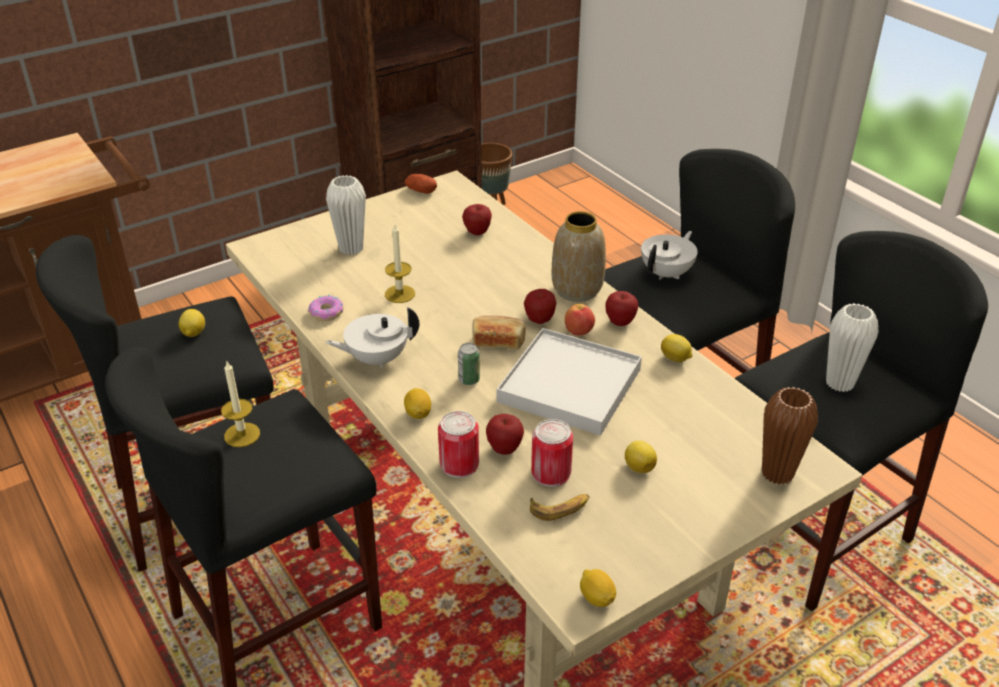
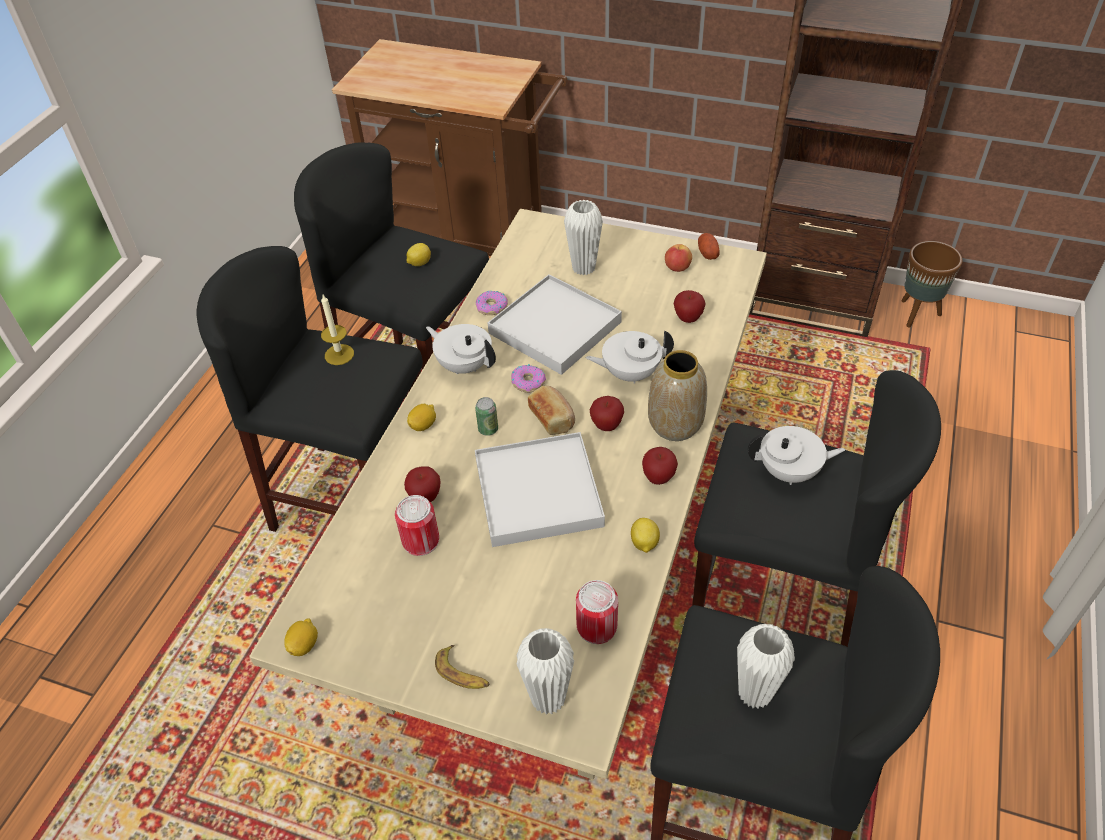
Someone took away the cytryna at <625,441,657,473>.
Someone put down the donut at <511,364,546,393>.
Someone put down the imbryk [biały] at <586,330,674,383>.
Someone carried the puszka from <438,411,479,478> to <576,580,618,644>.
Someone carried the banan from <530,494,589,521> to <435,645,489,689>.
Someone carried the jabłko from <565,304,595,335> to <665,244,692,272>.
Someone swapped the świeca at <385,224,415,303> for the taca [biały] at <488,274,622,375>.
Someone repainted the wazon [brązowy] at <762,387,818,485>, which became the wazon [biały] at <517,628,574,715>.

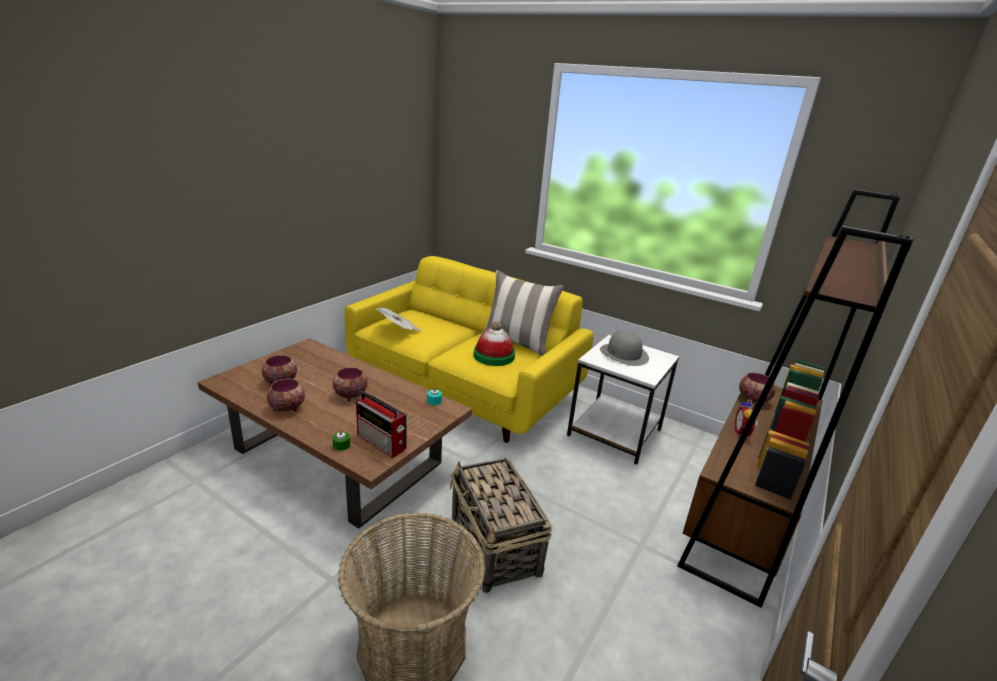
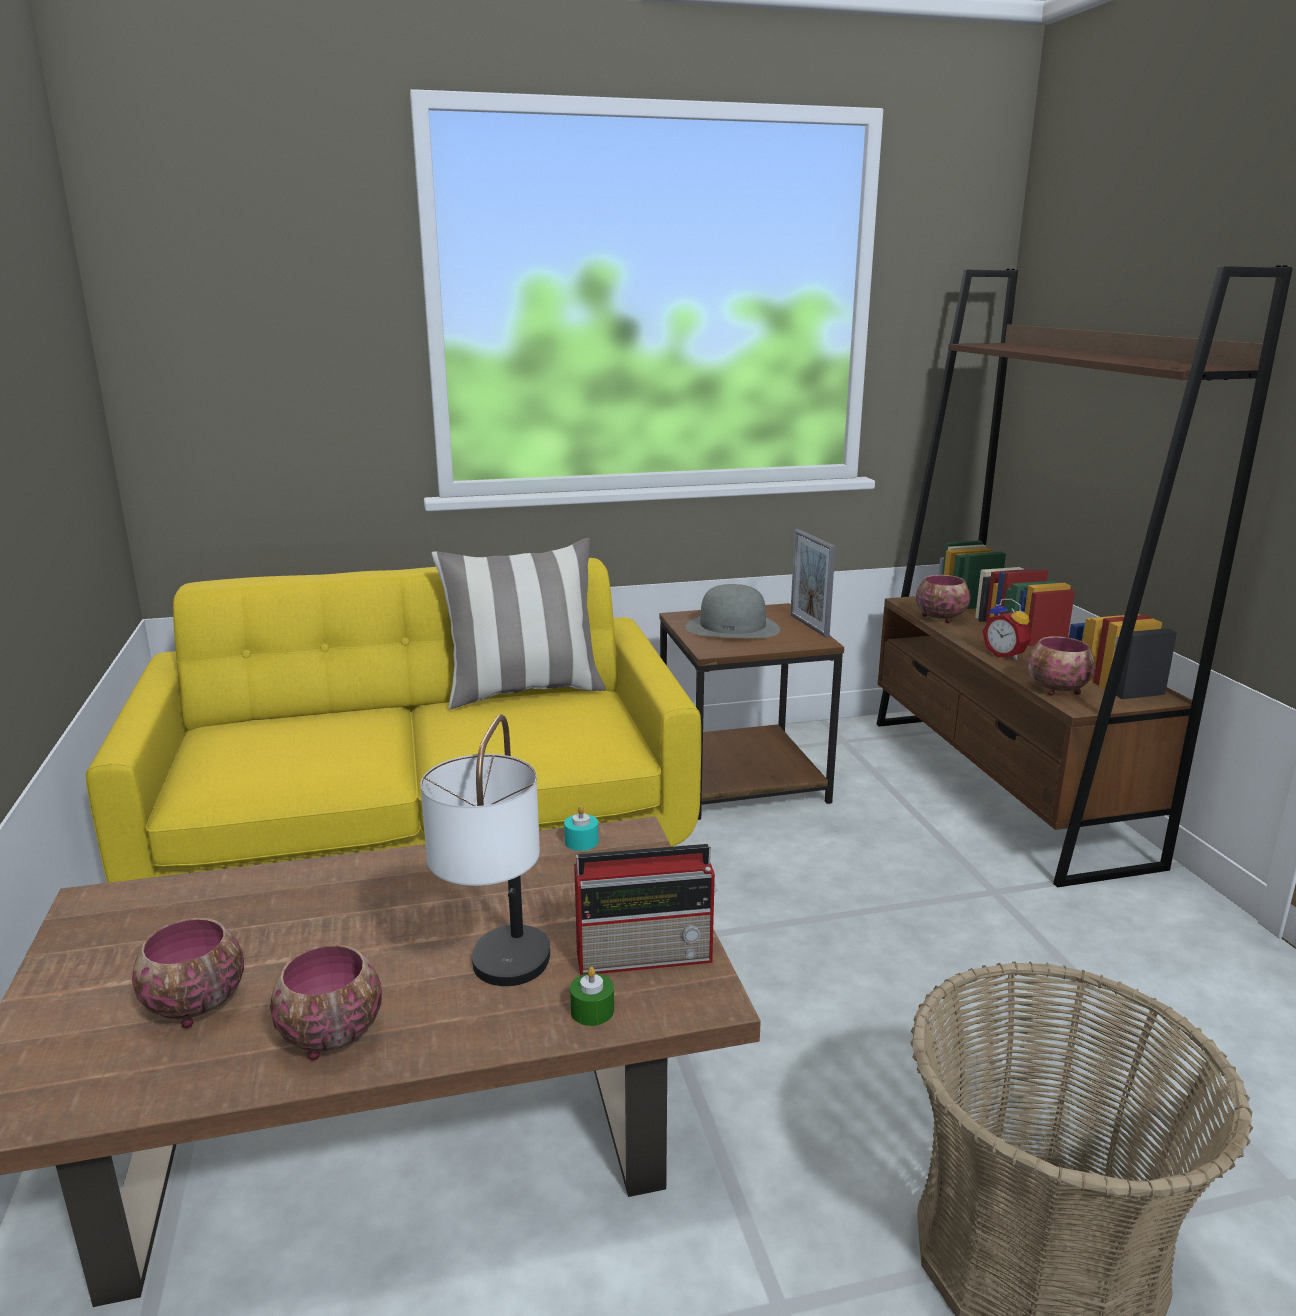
Someone took away the gazeta at <376,308,422,331>.
Someone took away the koszyk at <450,458,552,593>.
Someone took away the kapelusz at <474,322,515,366>.
Someone put down the lampa stołowa at <420,715,550,986>.
Someone put down the ramka na zdjęcie at <790,529,835,638>.
Someone carried the miska from <333,367,367,401> to <1027,636,1095,695>.
Someone repainted the stolik [biały] at <567,335,679,465>, which became the stolik [brązowy] at <660,603,844,820>.

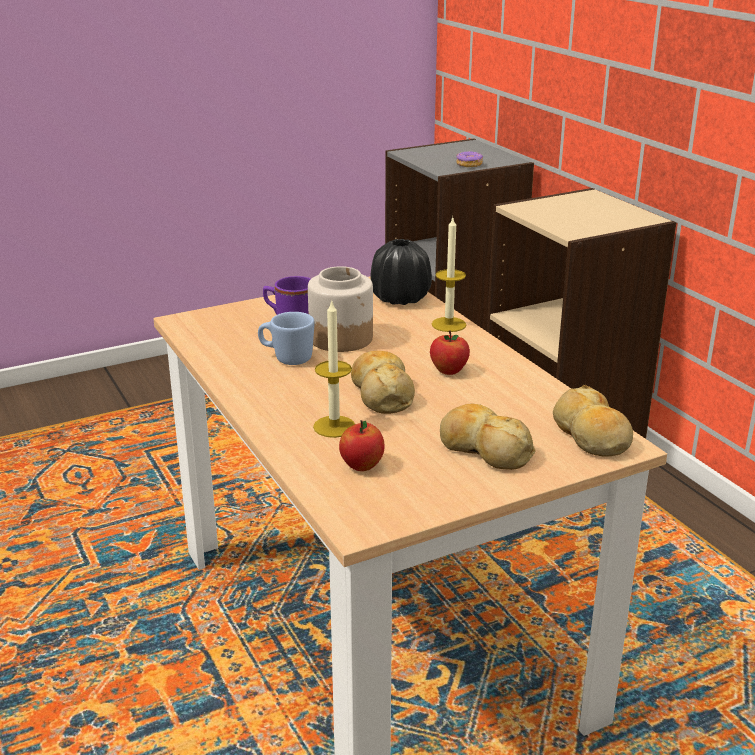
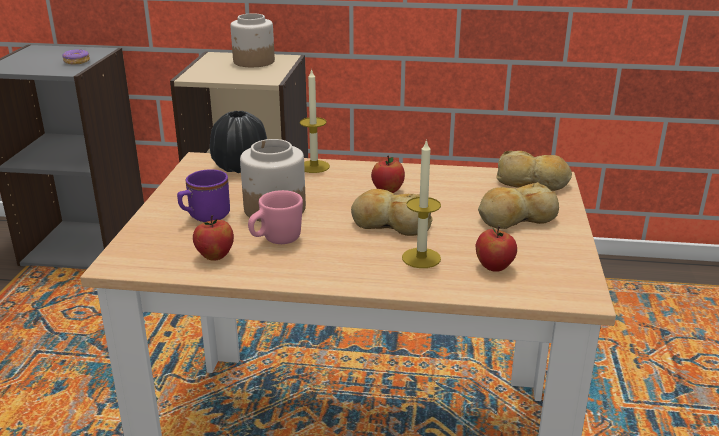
Someone put down the jabłko at <193,215,234,261>.
Someone put down the słoik at <230,14,275,67>.
Someone repainted the kubek [niebieski] at <258,312,315,365>, which became the kubek [różowy] at <248,190,303,244>.

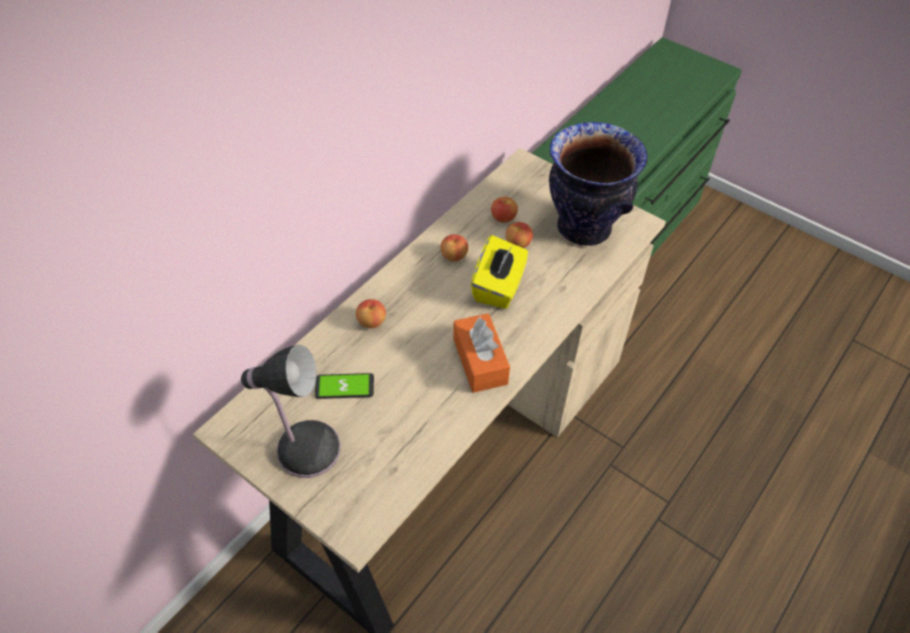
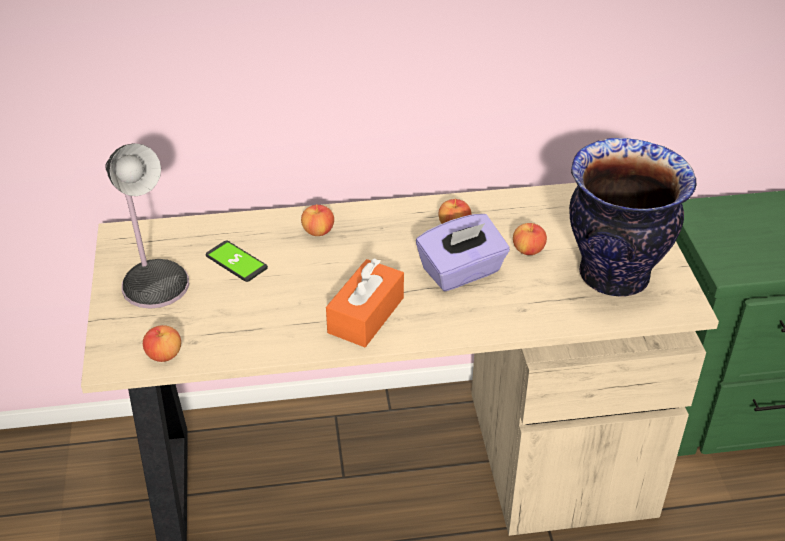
Someone carried the jabłko from <491,197,518,223> to <143,325,181,362>.
Someone repainted the pudełko chusteczek [żółty] at <471,235,528,309>, which became the pudełko chusteczek [fioletowy] at <416,214,510,291>.

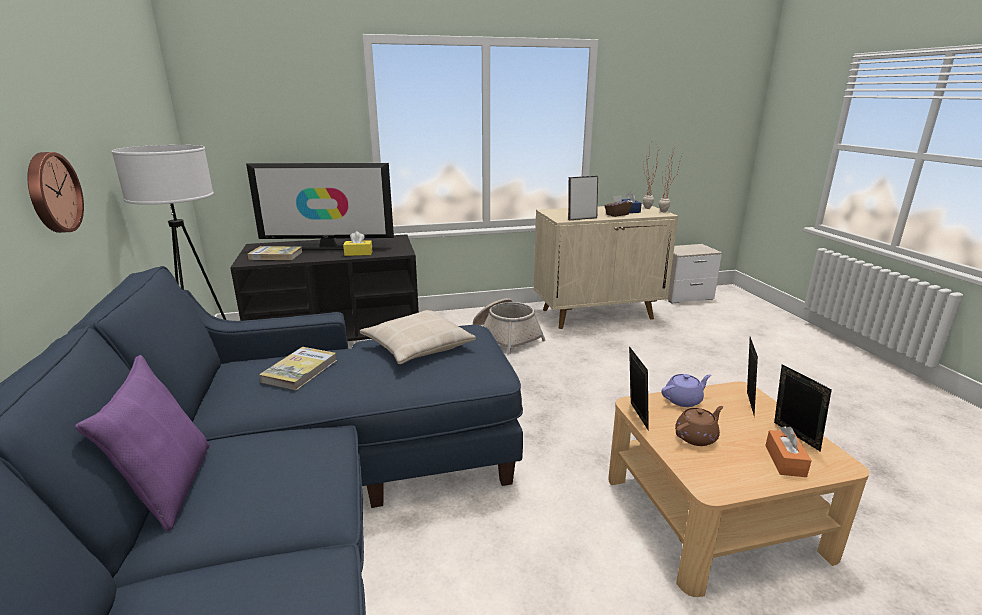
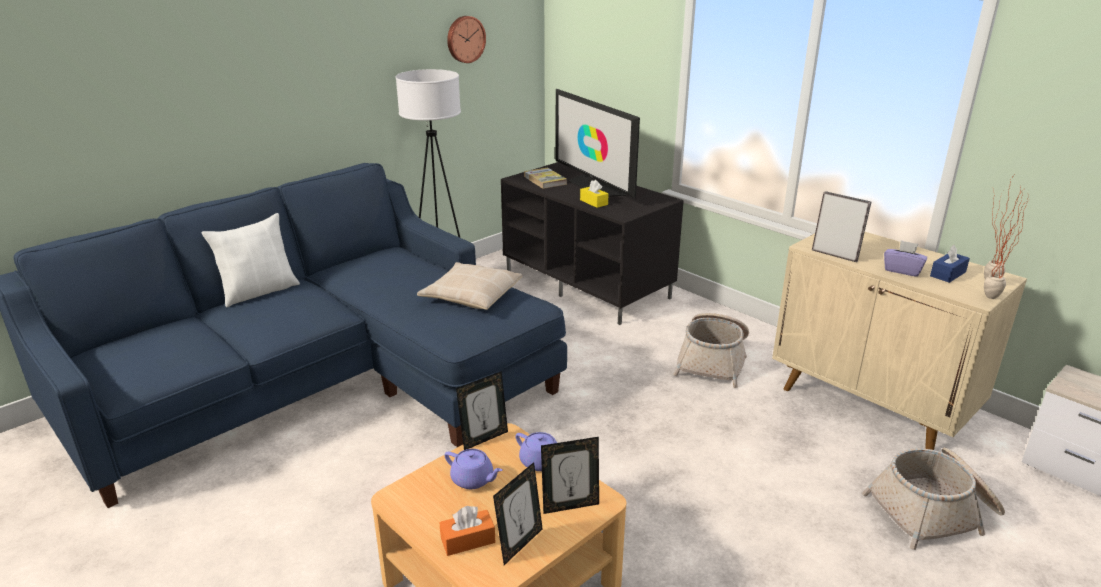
Someone took away the książka at <259,347,337,390>.
Someone put down the koszyk at <862,447,1005,550>.
Someone carried the zegar ścienny from <27,152,84,233> to <447,16,486,63>.
Someone repainted the poduszka [fioletowy] at <75,355,210,531>, which became the poduszka [biały] at <202,213,300,307>.
Someone repainted the pudełko chusteczek [brązowy] at <604,195,632,217>, which became the pudełko chusteczek [fioletowy] at <884,240,927,277>.
Someone repainted the imbryk [brązowy] at <675,406,723,446>, which became the imbryk [fioletowy] at <444,449,503,489>.

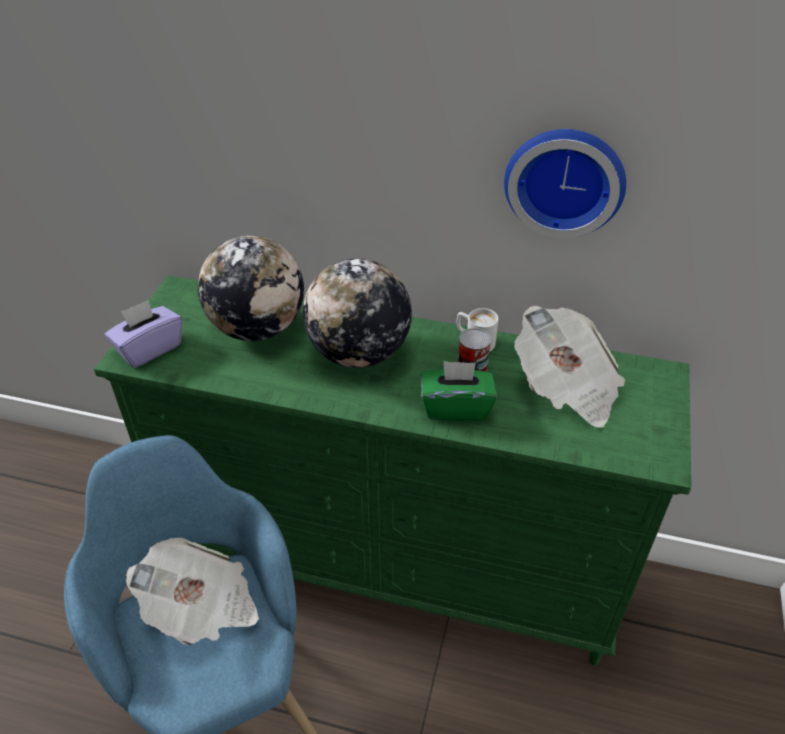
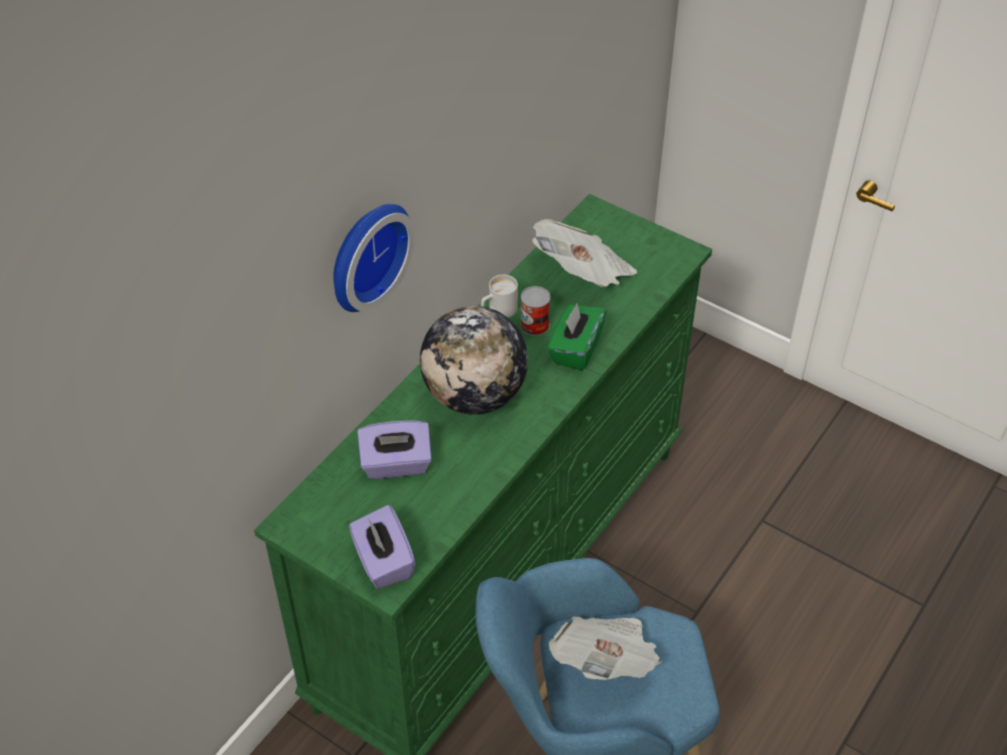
Someone carried the zegar ścienny from <504,129,626,238> to <333,204,415,312>.
Someone swapped the globus at <198,235,304,341> for the pudełko chusteczek [fioletowy] at <357,421,432,479>.

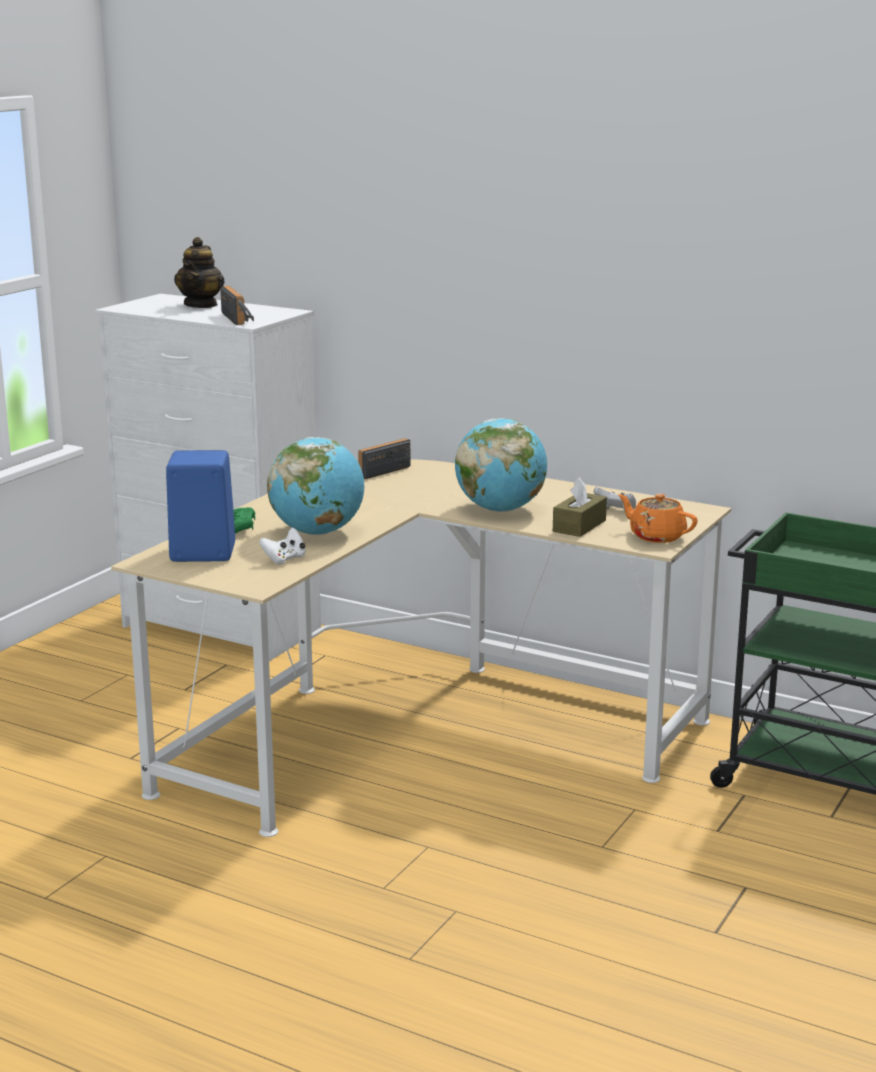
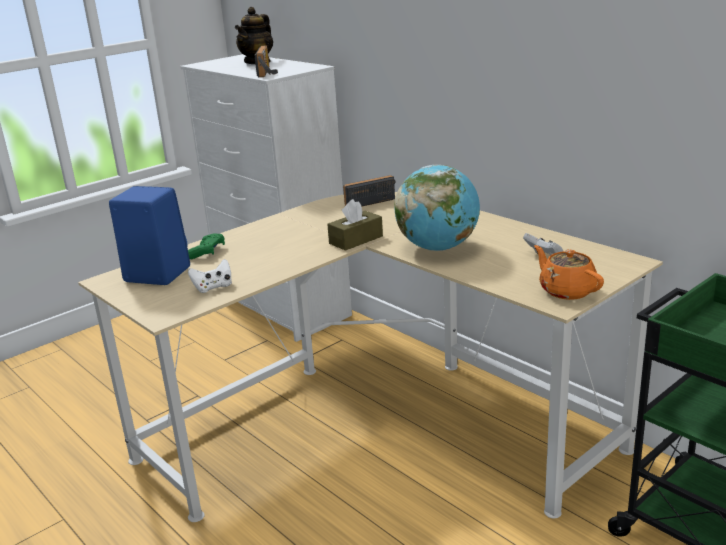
Someone took away the globus at <267,437,364,535>.
Someone carried the pudełko chusteczek [brązowy] from <553,477,607,537> to <327,199,383,251>.

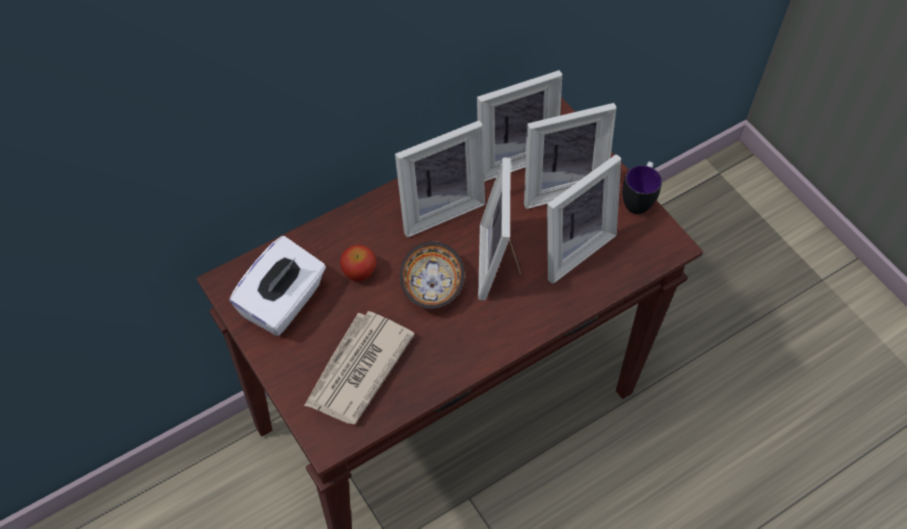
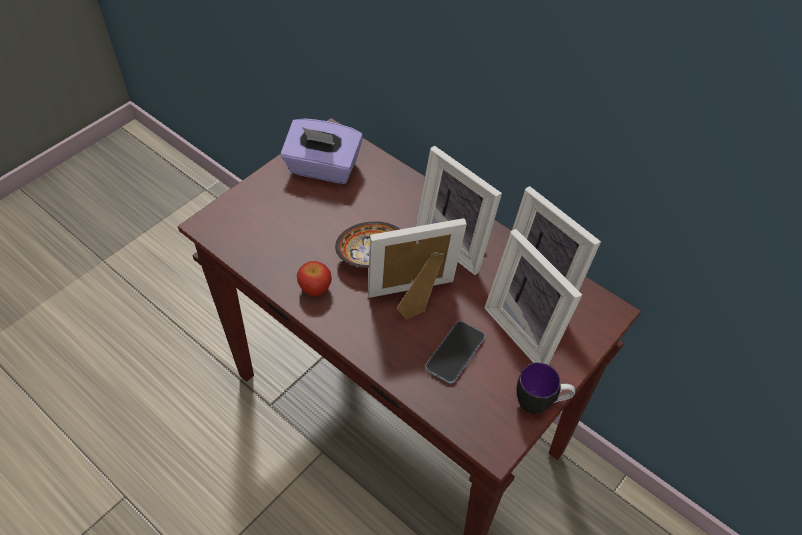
Someone took away the gazeta at <304,311,415,424>.
Someone carried the jabłko from <340,245,377,281> to <297,261,332,296>.
Someone swapped the ramka na zdjęcie at <547,154,621,284> for the telefon at <426,321,485,383>.
Someone repainted the pudełko chusteczek [biały] at <229,236,326,336>, which became the pudełko chusteczek [fioletowy] at <280,119,363,184>.

